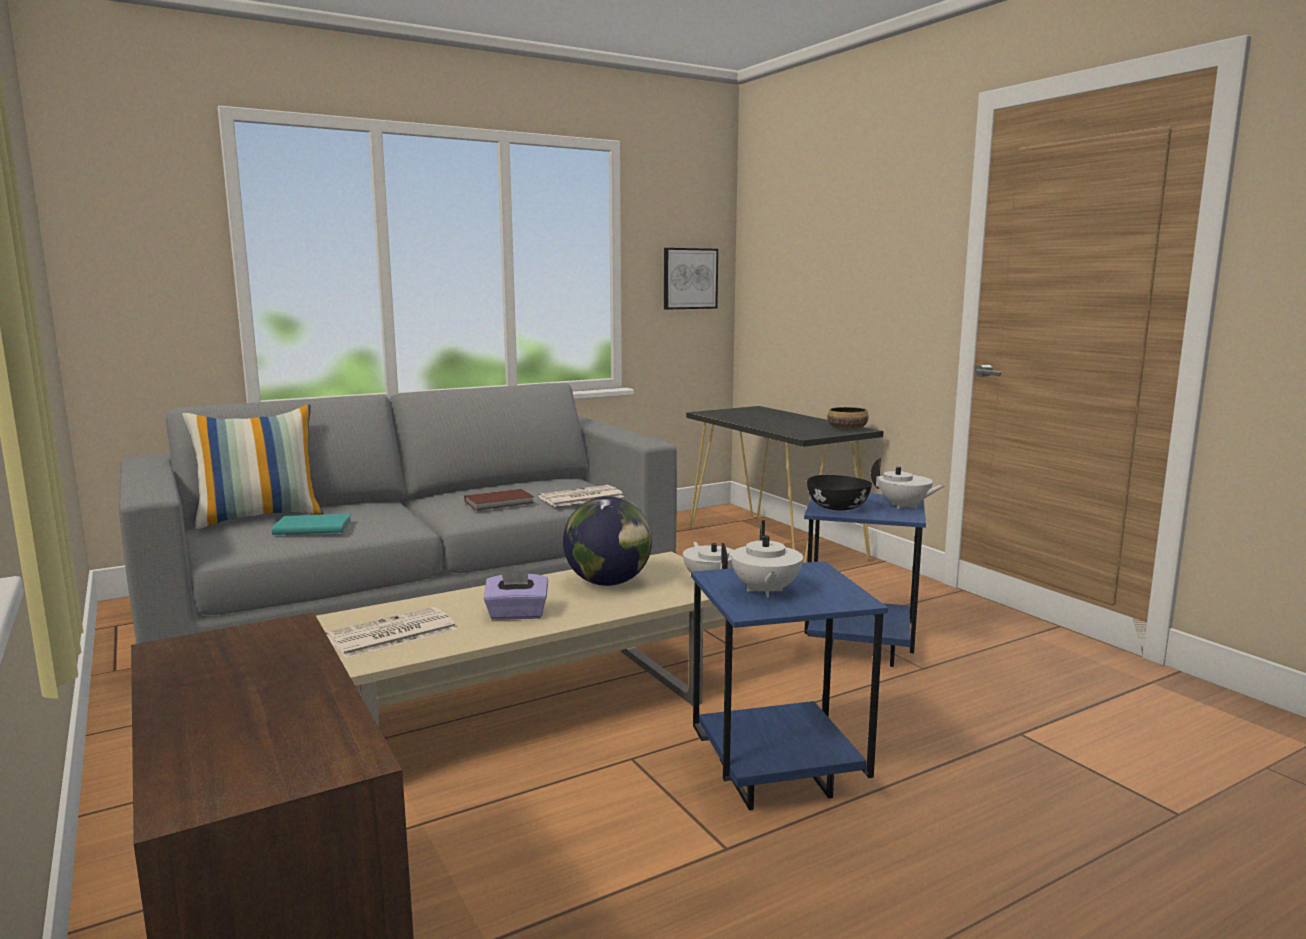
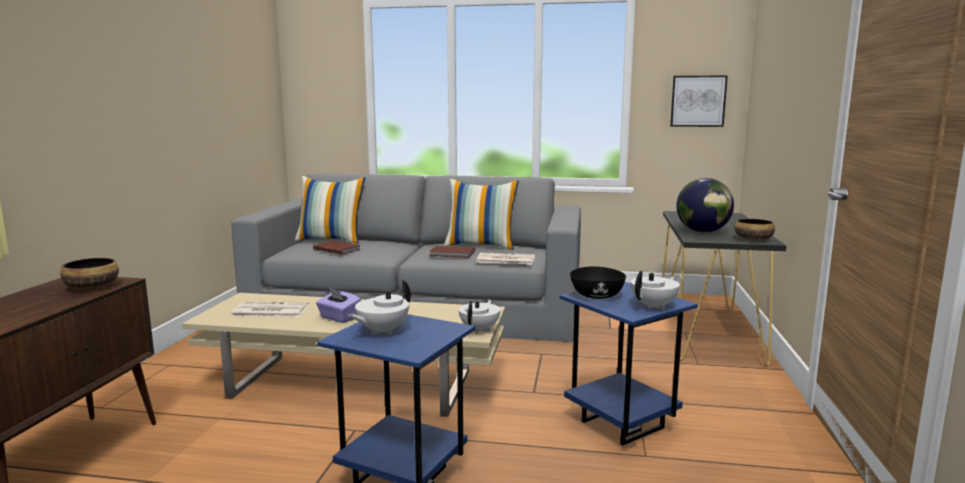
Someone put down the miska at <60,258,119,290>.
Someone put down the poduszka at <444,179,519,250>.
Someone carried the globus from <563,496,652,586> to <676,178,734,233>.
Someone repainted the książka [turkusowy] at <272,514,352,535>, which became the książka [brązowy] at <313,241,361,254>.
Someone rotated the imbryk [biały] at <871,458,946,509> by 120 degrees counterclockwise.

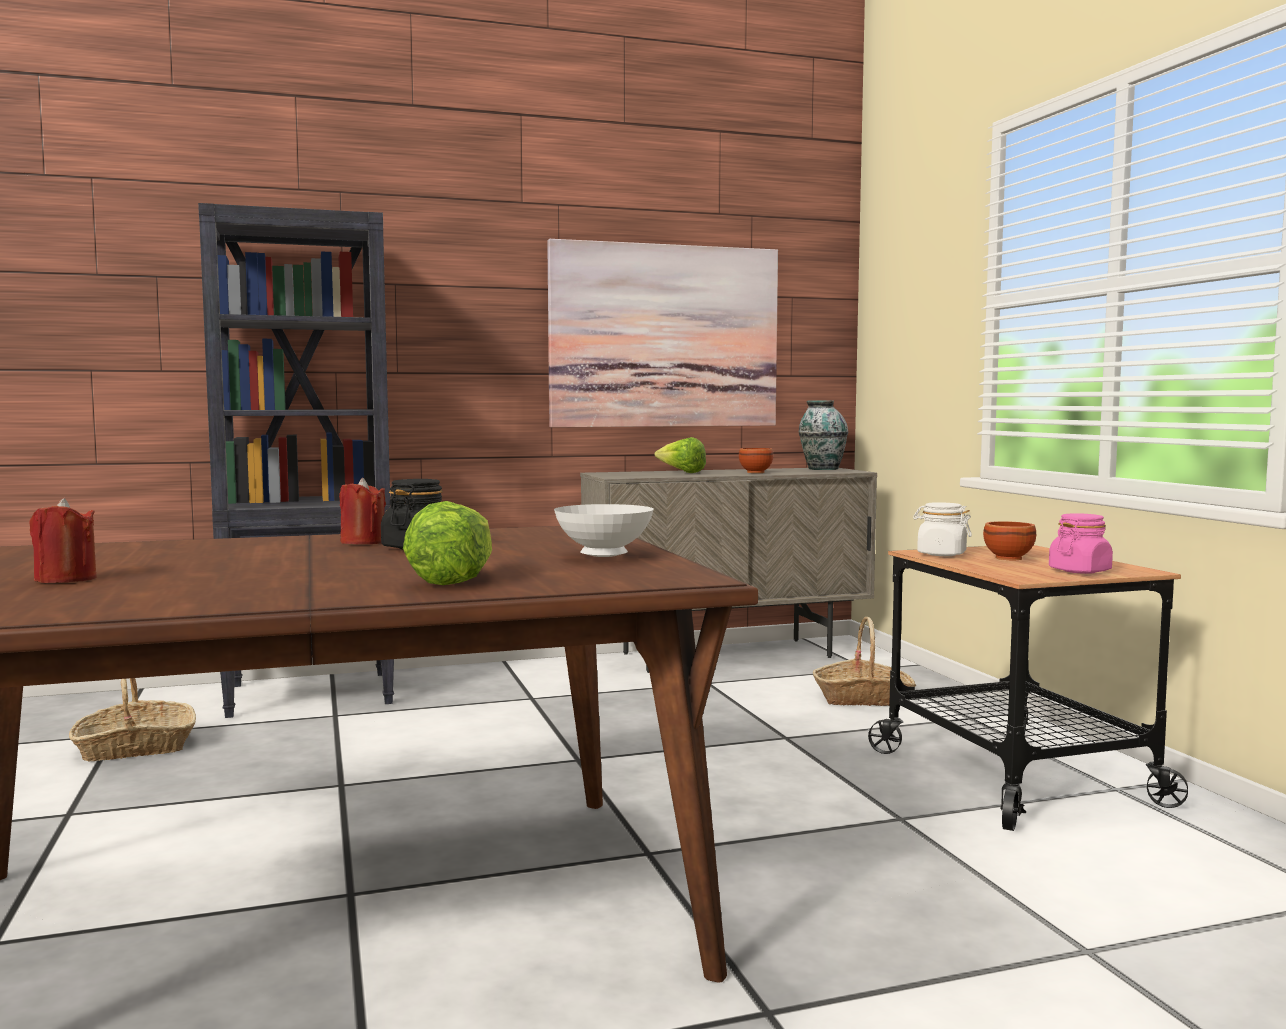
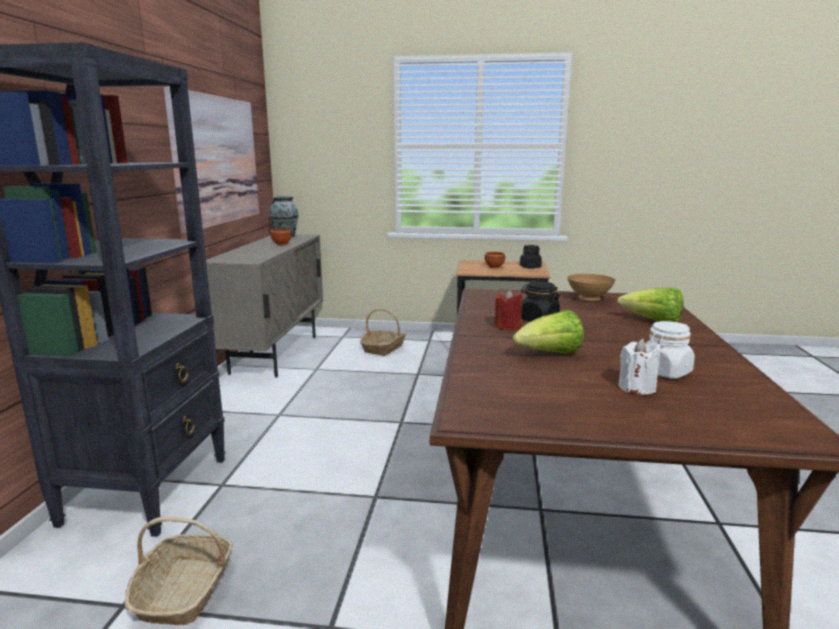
Someone carried the sałata from <654,437,706,473> to <512,310,584,354>.
Someone carried the słoik [biały] from <913,502,972,556> to <645,321,695,379>.
Someone repainted the świeca [czerwony] at <29,498,97,583>, which became the świeca [biały] at <618,338,660,395>.
Someone repainted the miska [biały] at <554,504,654,557>, which became the miska [brązowy] at <567,274,615,301>.
Someone repainted the słoik [różowy] at <1049,513,1113,574>, which became the słoik [czarny] at <520,245,542,269>.

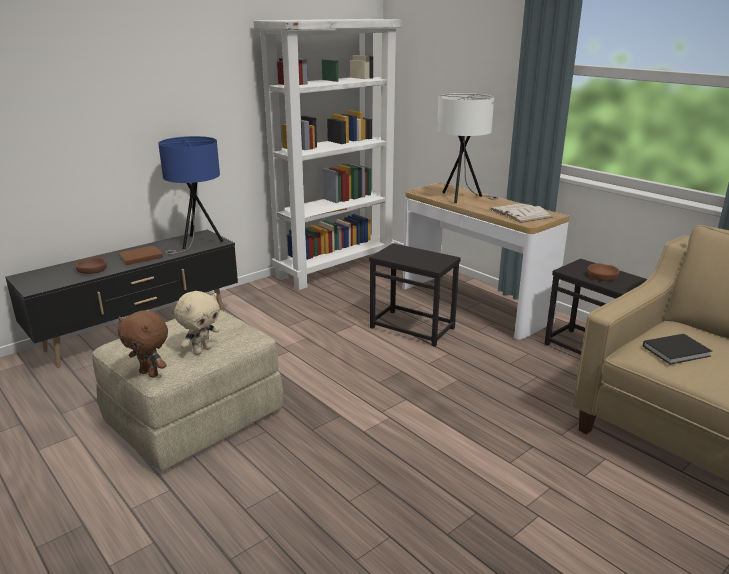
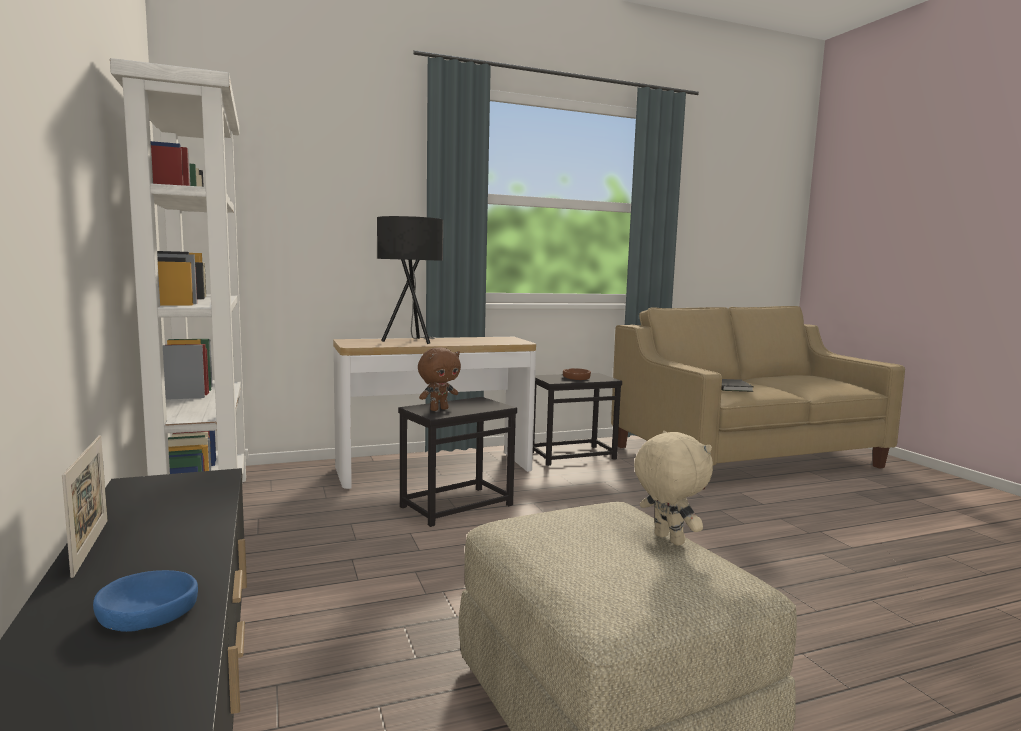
Someone took away the książka [brązowy] at <119,246,163,265>.
Someone took away the lampa stołowa [niebieski] at <158,136,223,254>.
Someone took away the książka [biały] at <490,203,553,223>.
Someone put down the ramka na zdjęcie at <62,435,108,578>.
Someone carried the pluszak [brązowy] from <118,310,168,378> to <418,347,461,411>.
Someone repainted the miska [brązowy] at <75,257,107,274>, which became the miska [niebieski] at <93,570,198,632>.
Someone repainted the lampa stołowa [biały] at <437,93,498,203>, which became the lampa stołowa [czarny] at <377,216,443,344>.

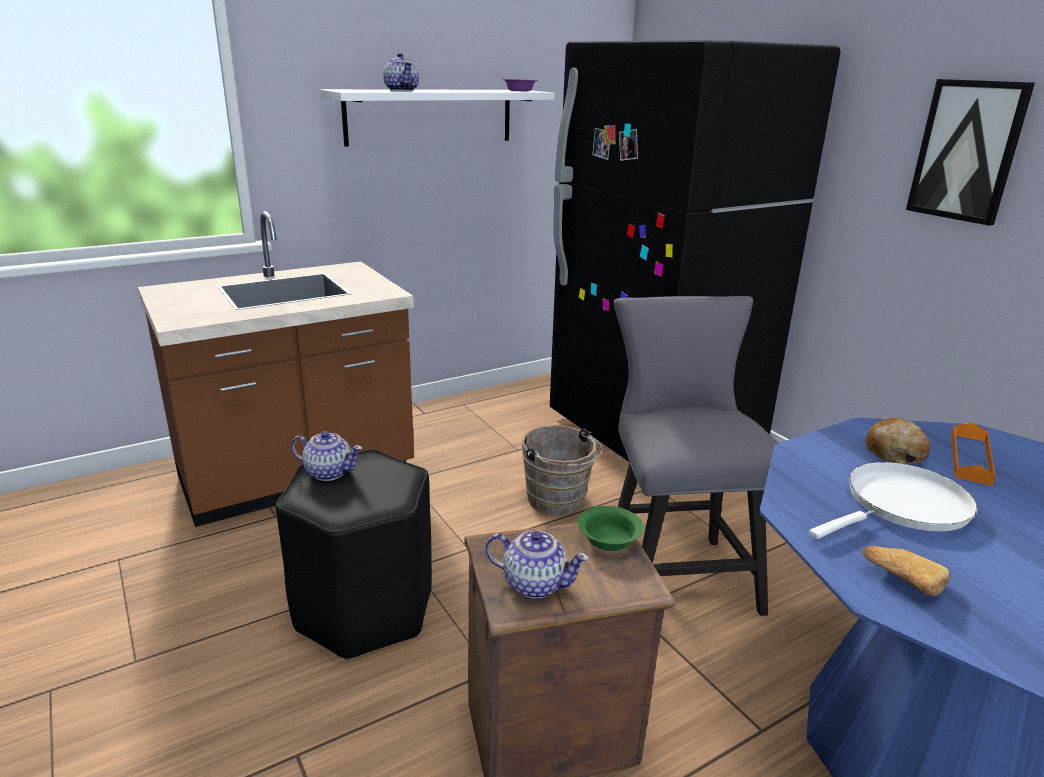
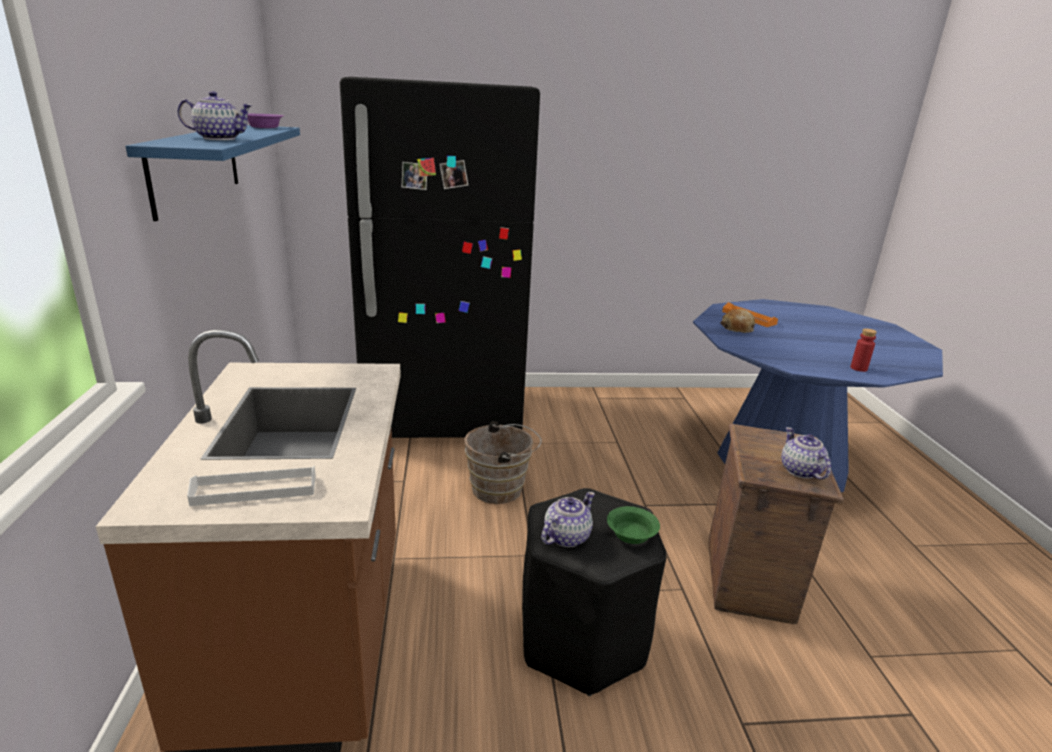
Someone took away the krzesło [szary] at <614,296,779,616>.
Someone took away the patelnia [biały] at <809,462,978,539>.
Someone took away the obraz at <906,79,1035,226>.
Someone put down the taca [biały] at <187,466,316,506>.
Someone carried the miska [zielony] from <578,506,644,551> to <607,506,660,544>.
Someone swapped the chleb at <863,546,950,596> for the butelka [czerwony] at <850,328,877,372>.
Someone repainted the półka [biały] at <320,89,554,146>, which became the półka [niebieski] at <126,125,300,221>.
Someone rotated the imbryk at <485,531,589,598> by 60 degrees counterclockwise.

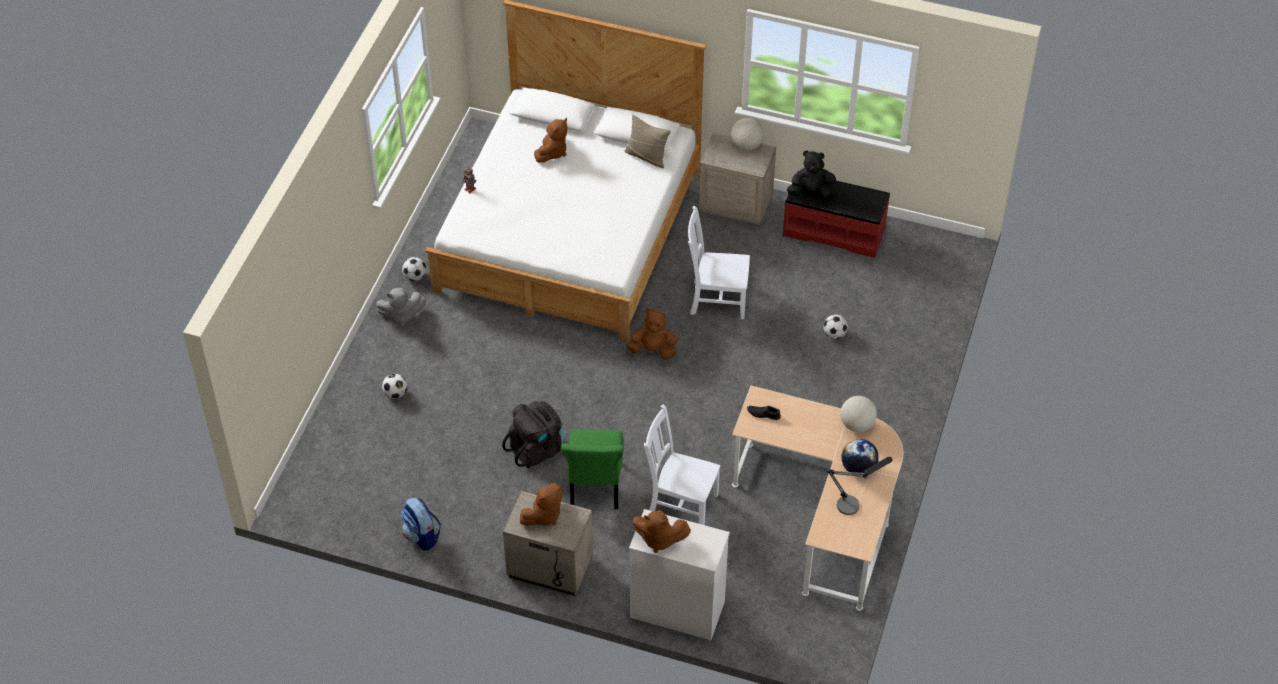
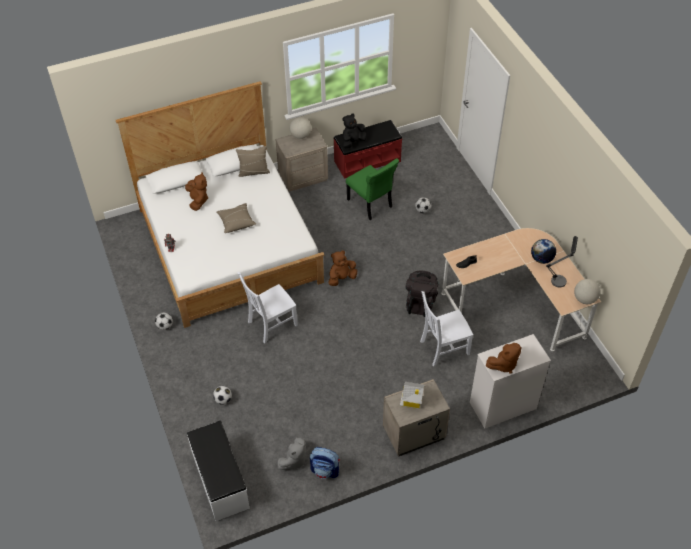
Someone put down the ławka [biały] at <187,421,250,521>.
Someone put down the poduszka [beżowy] at <217,203,256,233>.
Someone carried the pluszak [szary] from <376,288,426,326> to <277,438,306,470>.
Someone carried the plecak [czarny] from <502,401,564,468> to <406,271,438,317>.
Someone carried the krzesło [zielony] from <561,429,624,510> to <346,159,399,220>.
Someone carried the krzesło [biały] from <688,206,750,319> to <237,272,298,343>.
Someone carried the globus from <840,396,877,432> to <574,279,601,304>.
Someone swapped the pluszak [brązowy] at <520,483,562,526> for the domek at <400,382,424,409>.

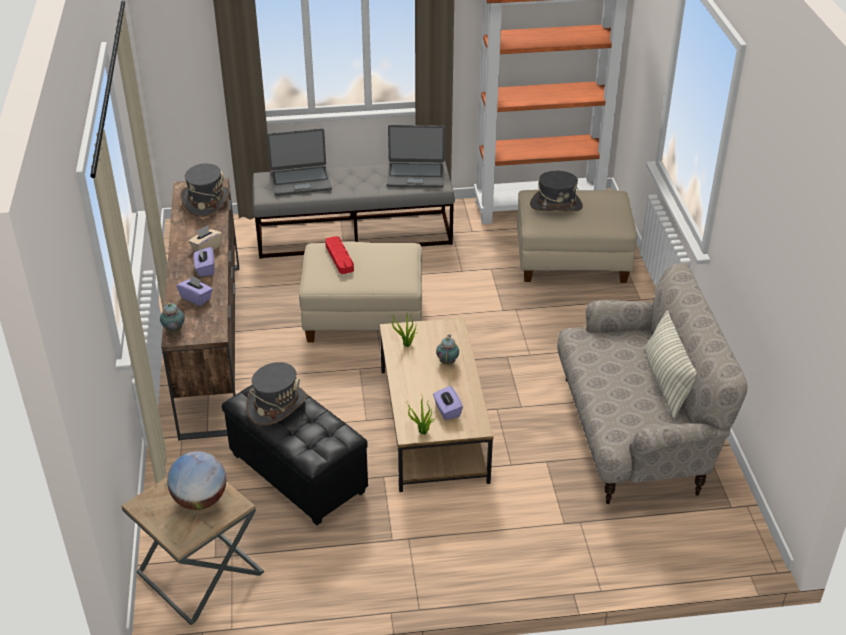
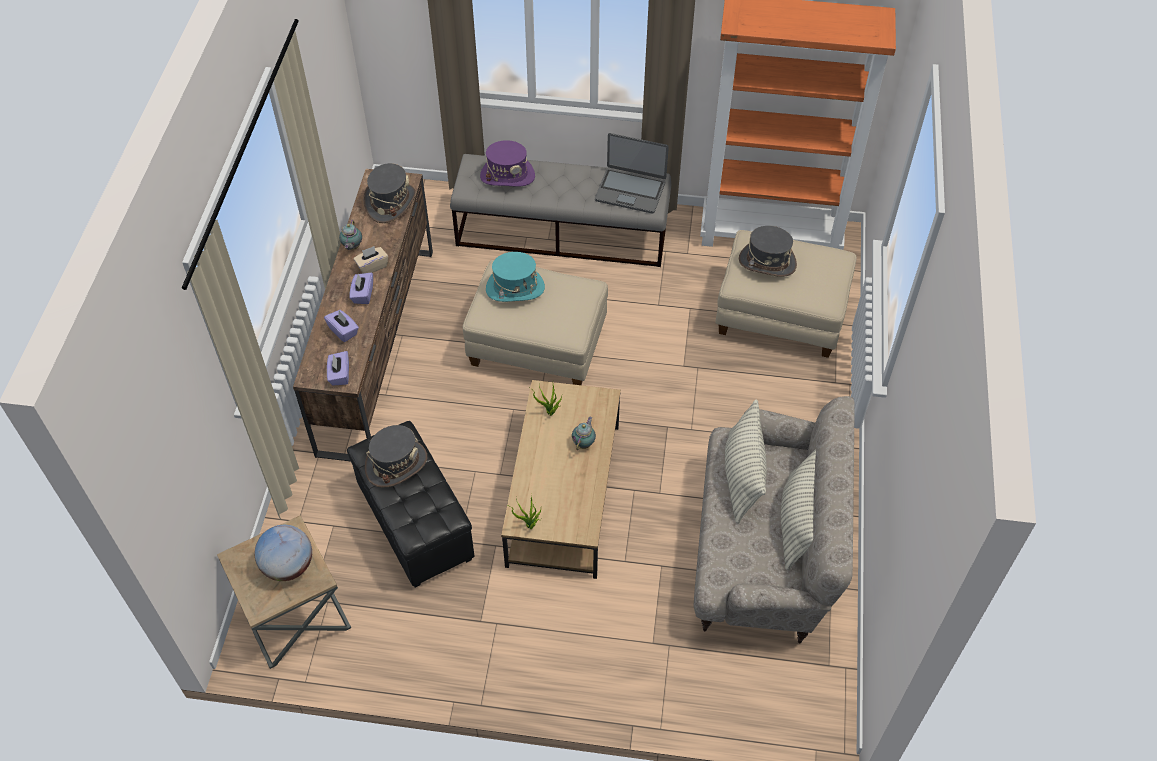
Someone put down the poduszka at <725,399,767,523>.
Someone carried the imbryk from <160,301,185,332> to <339,219,362,250>.
Someone carried the pudełko chusteczek [fioletowy] from <433,386,463,420> to <327,351,349,386>.
Someone swapped the laptop at <267,128,332,196> for the kapelusz [fioletowy] at <480,140,535,187>.
Someone swapped the taca [czerwony] at <325,236,354,274> for the kapelusz [turkusowy] at <486,252,545,302>.

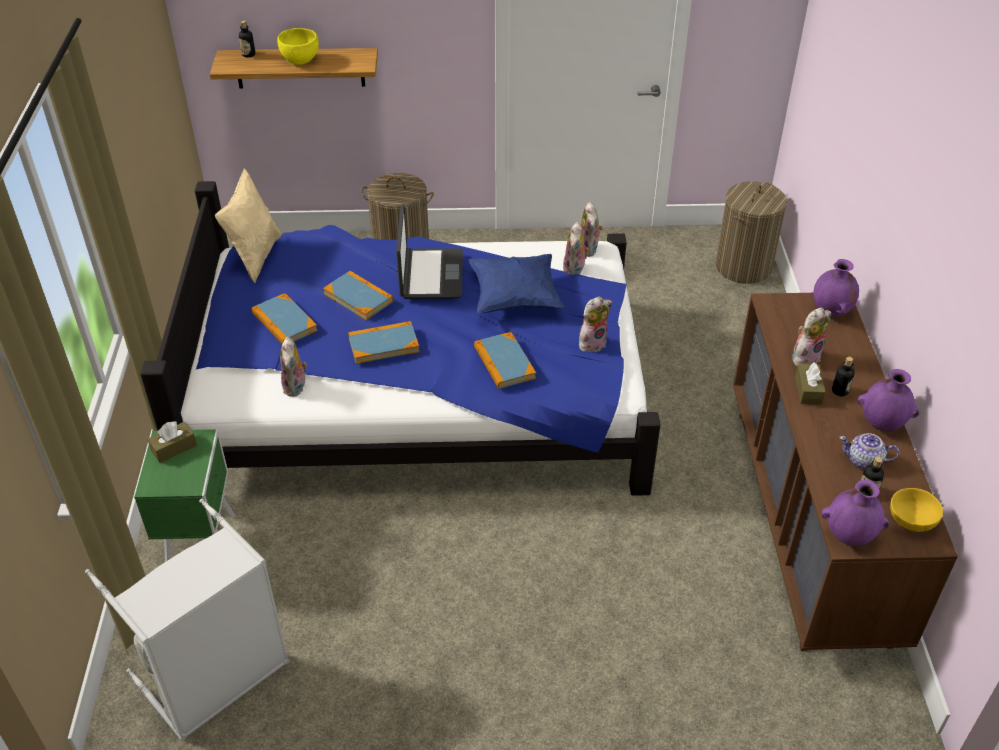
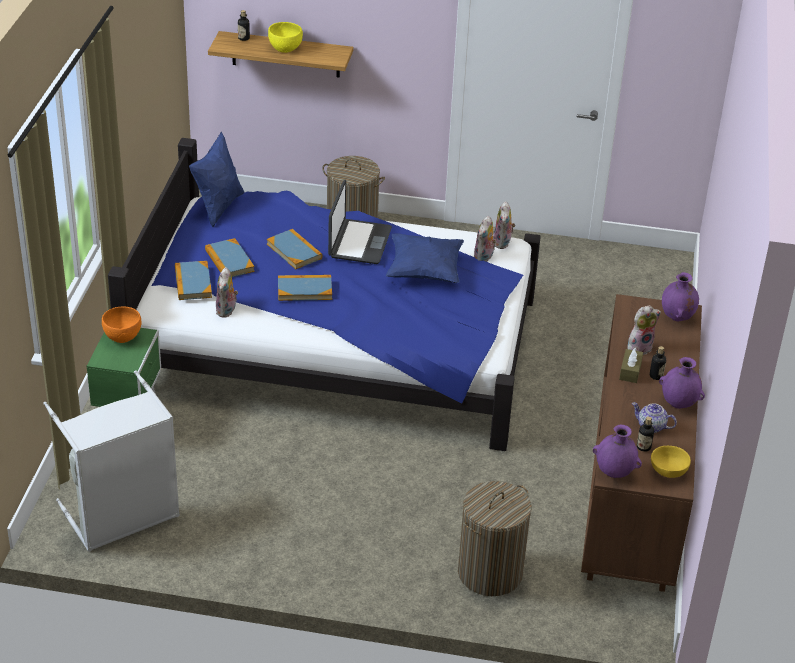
Someone took away the pluszak at <579,297,612,352>.
Someone carried the książka from <474,332,536,389> to <175,261,212,300>.
Someone carried the kosz na pranie from <715,181,787,284> to <458,481,532,596>.
Someone swapped the pudełko chusteczek [brązowy] at <147,421,197,463> for the miska [pomarańczowy] at <102,307,142,343>.
Someone repainted the poduszka [beżowy] at <215,168,282,283>, which became the poduszka [niebieski] at <189,132,244,227>.

